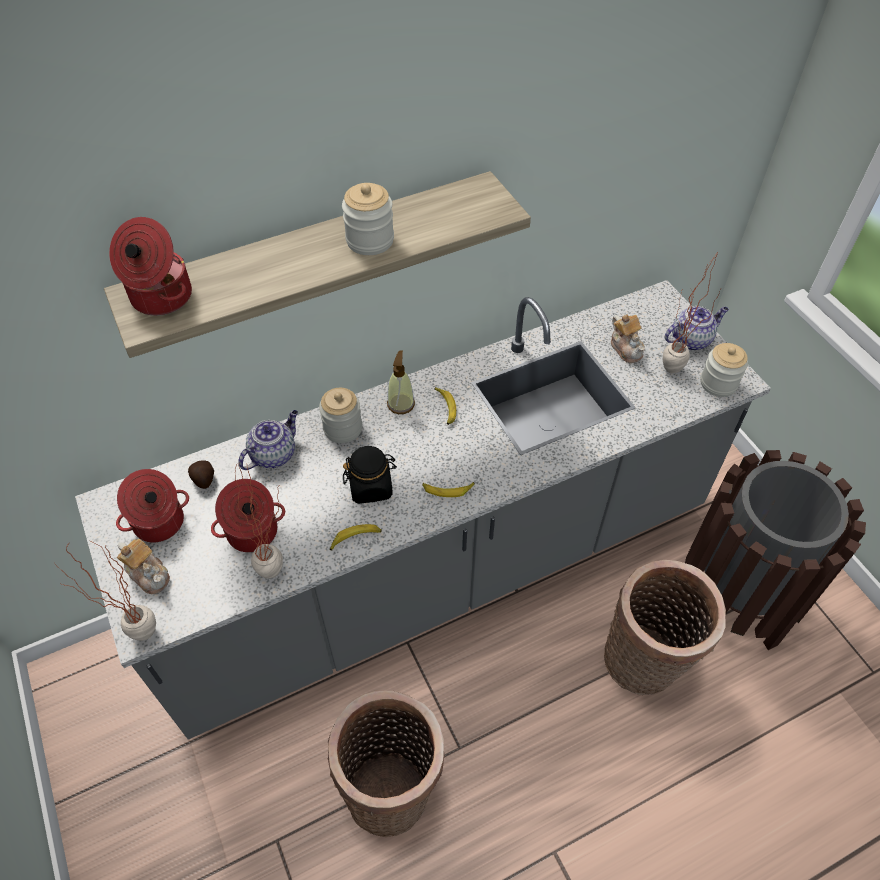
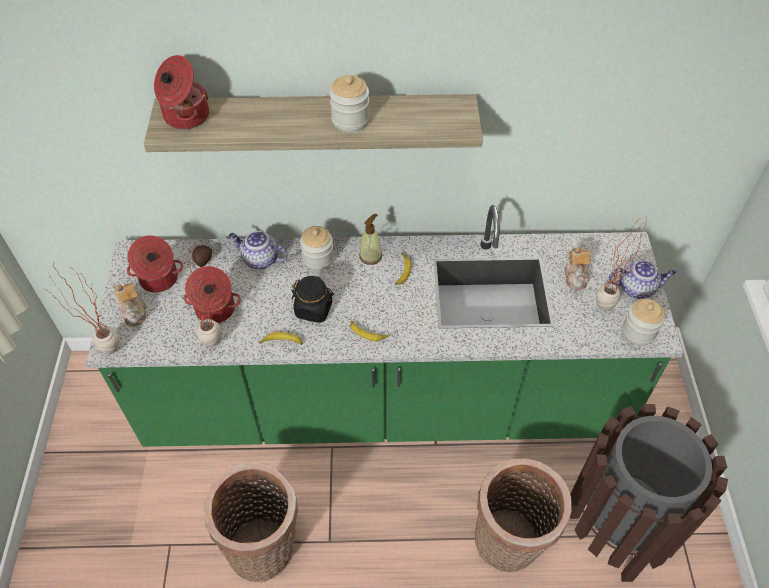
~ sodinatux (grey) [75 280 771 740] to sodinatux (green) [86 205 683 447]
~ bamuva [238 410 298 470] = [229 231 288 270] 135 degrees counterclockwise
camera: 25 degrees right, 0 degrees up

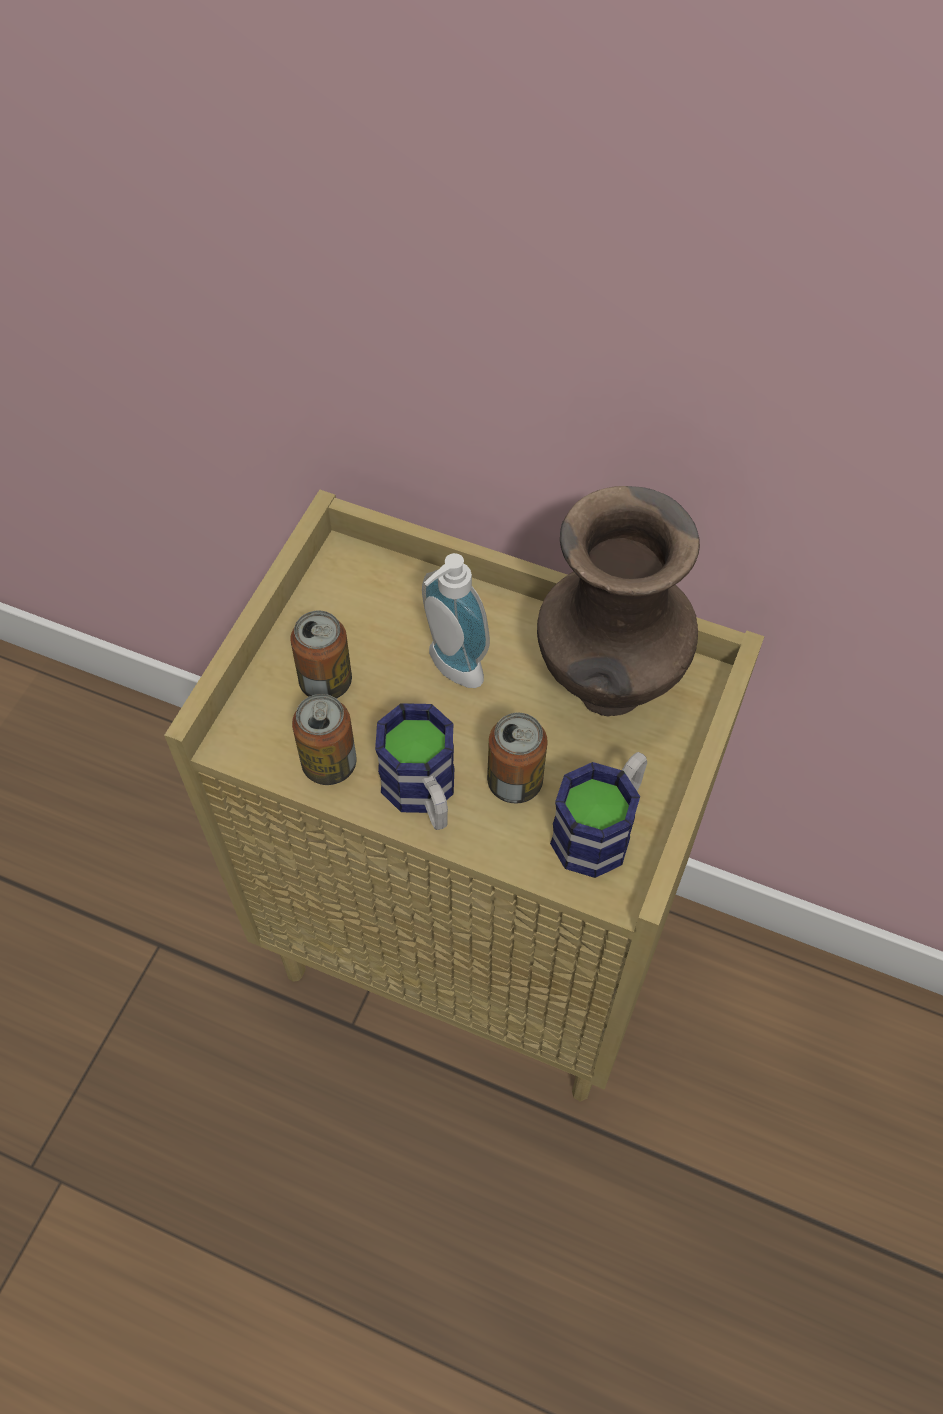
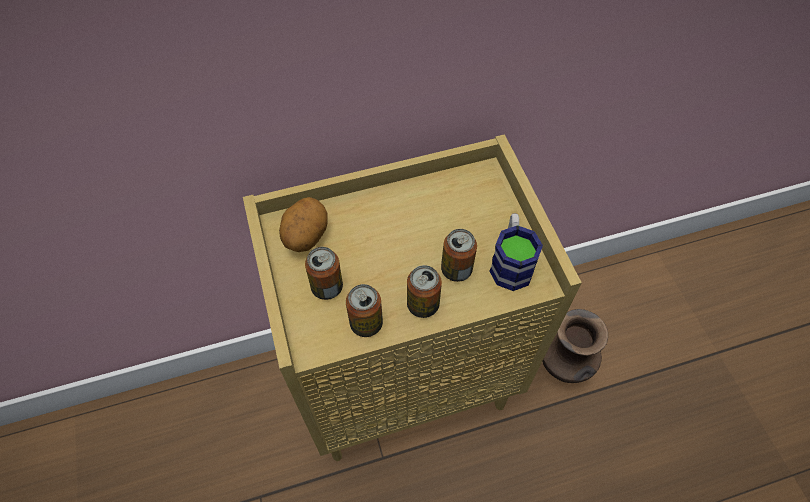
~ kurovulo [375 703 454 830] to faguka [407 265 442 318]
- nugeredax [422 553 490 688]
~ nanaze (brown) [537 486 700 716] to [542 309 608 383]
+ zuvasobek [279 197 328 252]
camera: 40 degrees left, 0 degrees up

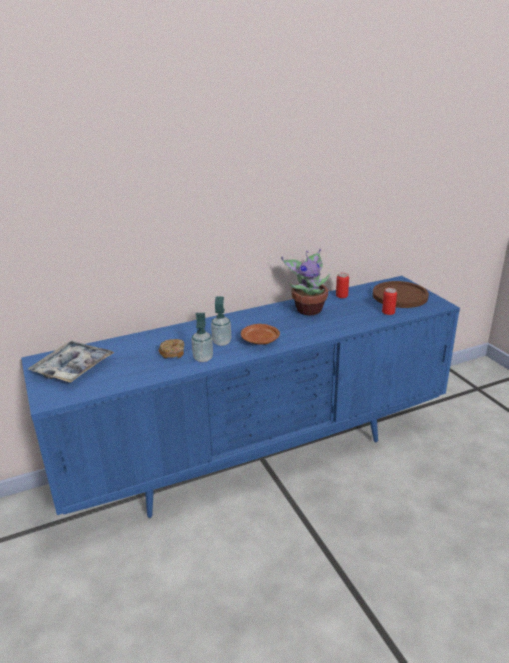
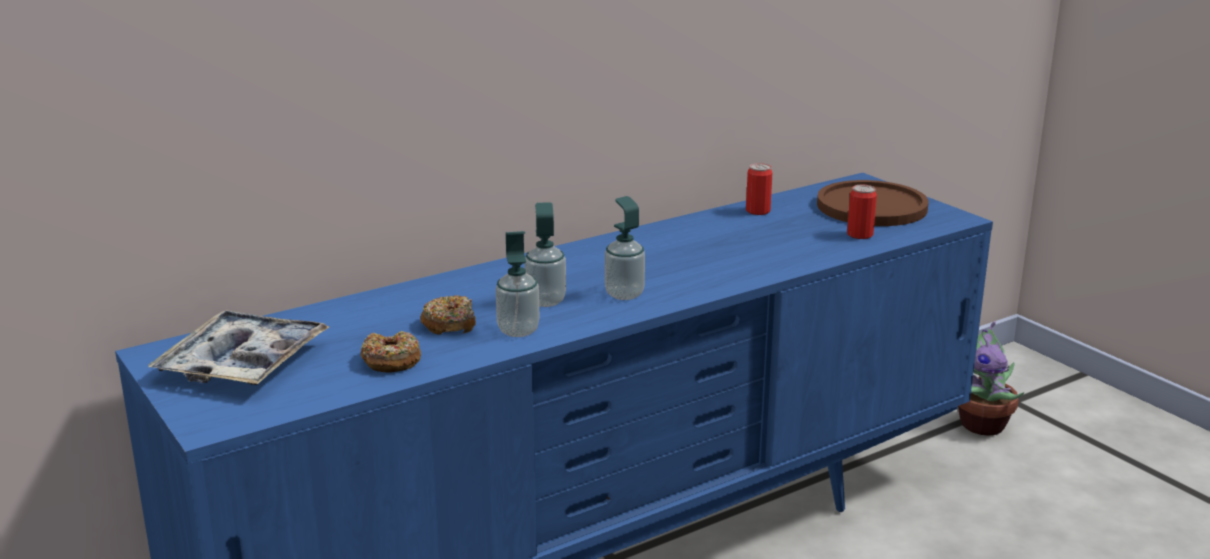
~ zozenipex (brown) [241 324 280 345] to nugeredax [605 196 645 300]
~ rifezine [281 248 330 315] to [958 321 1025 436]
+ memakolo [361 331 421 372]
camera: 10 degrees left, 5 degrees down

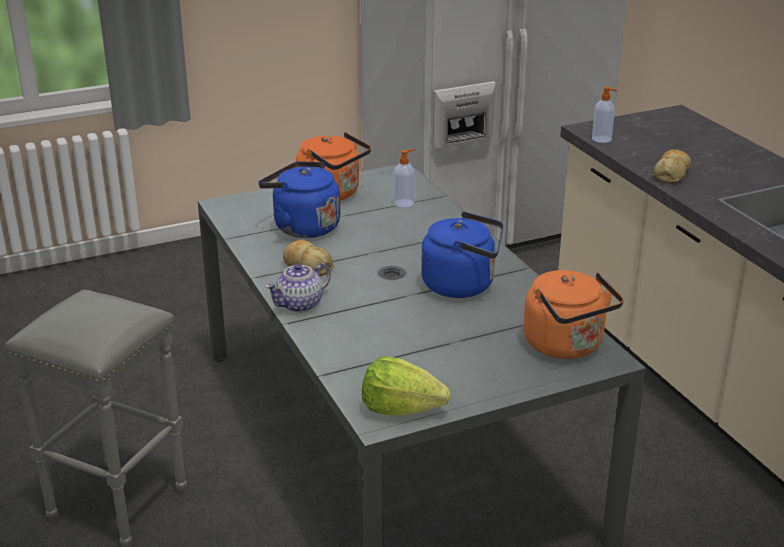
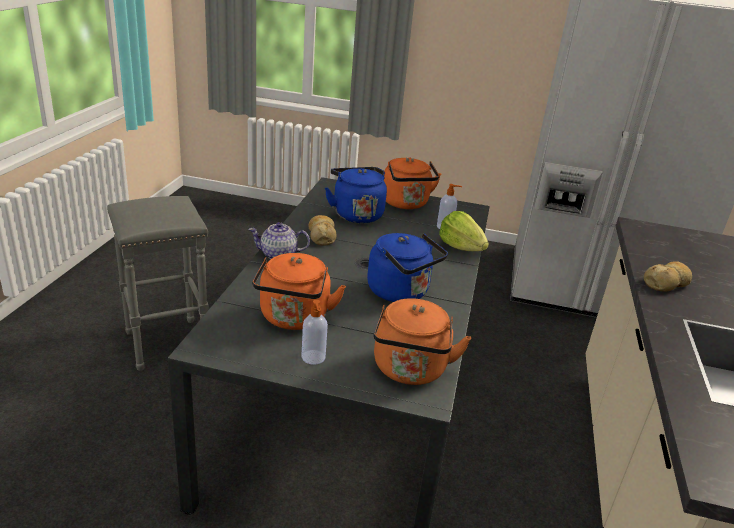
~ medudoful [362 356 451 416] to [440 211 489 251]
~ nugeredax [592 87 617 143] to [301 300 328 365]
+ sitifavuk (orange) [252 253 346 330]
camera: 35 degrees right, 0 degrees up

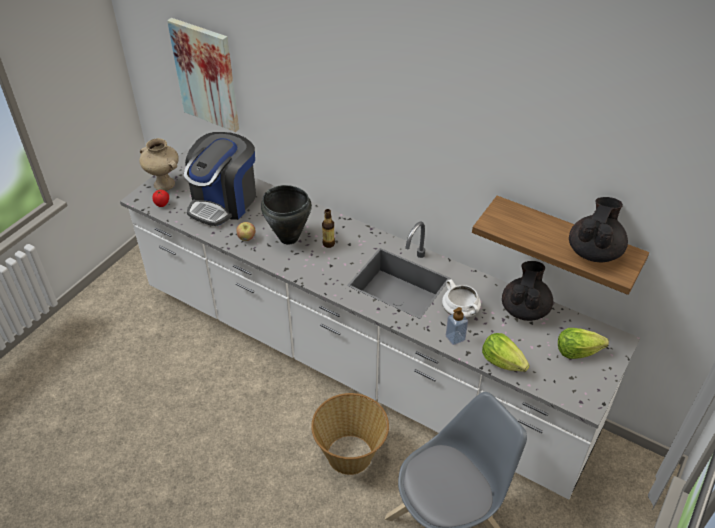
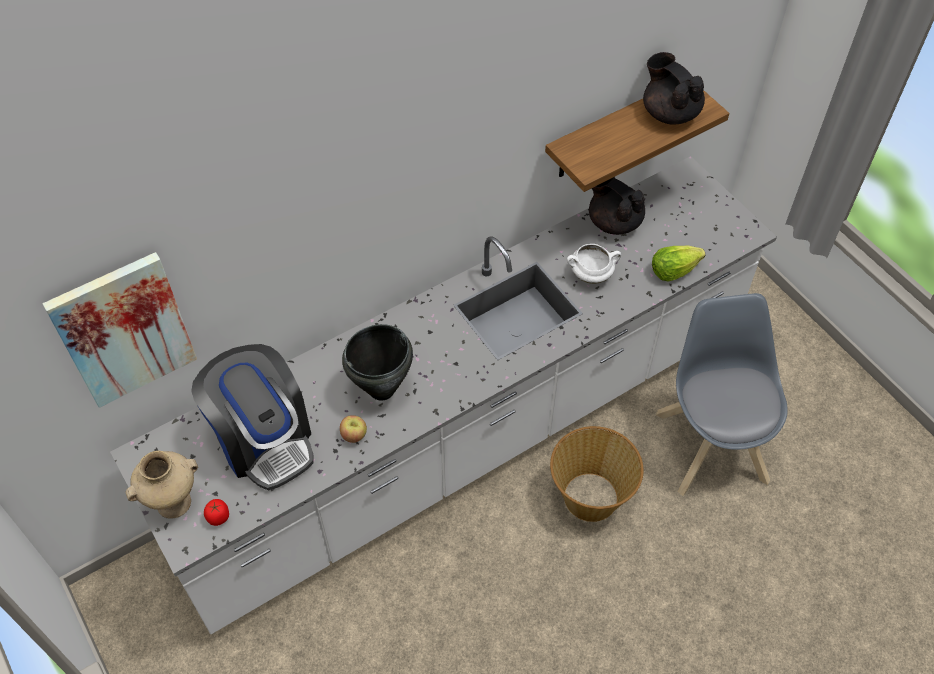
- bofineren [322 209 335 248]
- nugeredax [446 307 468 345]
- medudoful [558 328 609 359]
camera: 65 degrees left, 10 degrees up

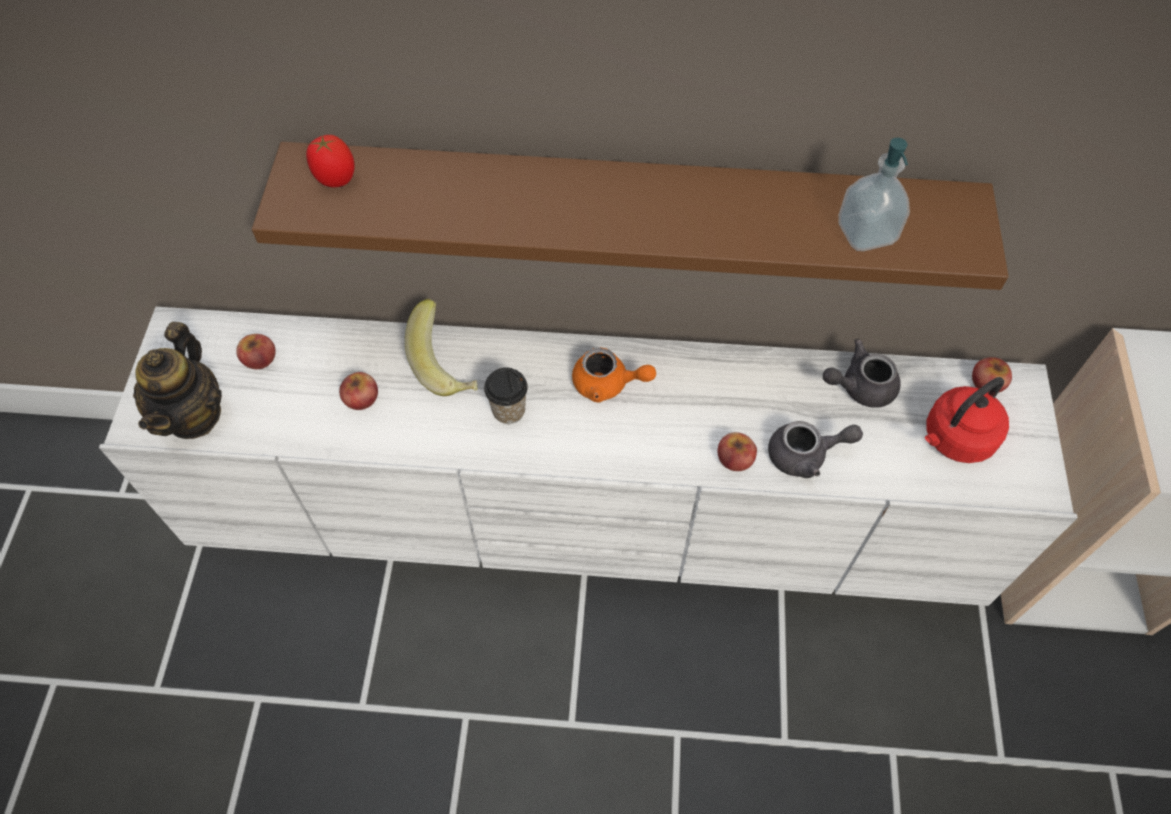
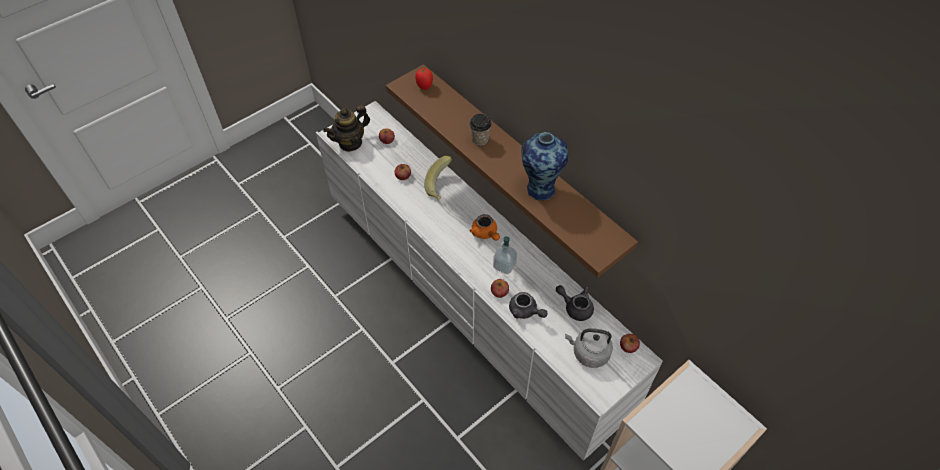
~ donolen [484 367 528 424] to [469 114 492 146]
~ nugeredax [838 138 910 251] to [493 236 517 274]
~ sitifavuk (red) [925 377 1009 463] to sitifavuk (grey) [565 328 613 368]
+ nanaze [522 132 568 200]
camera: 45 degrees right, 5 degrees down

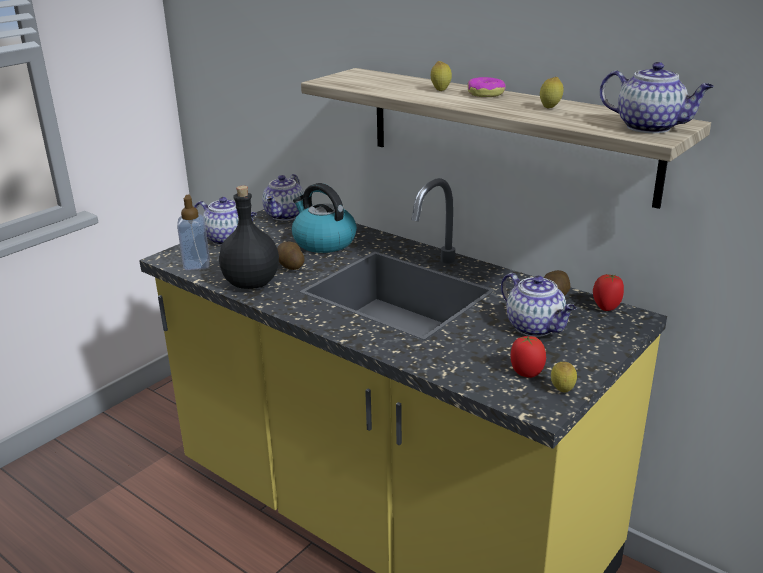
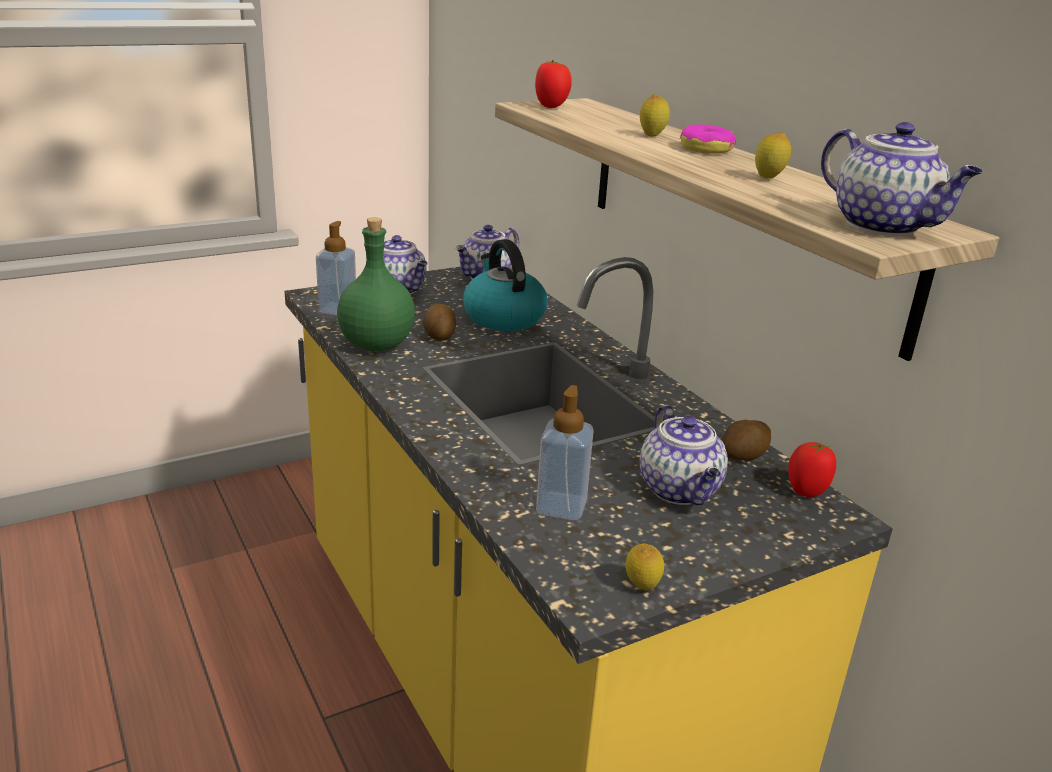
~ bofineren (black) [219 186 279 289] to bofineren (green) [337 217 415 351]
~ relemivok [510 336 546 378] to [535 60 572 108]
+ nugeredax [536 385 594 520]
camera: 20 degrees right, 0 degrees up

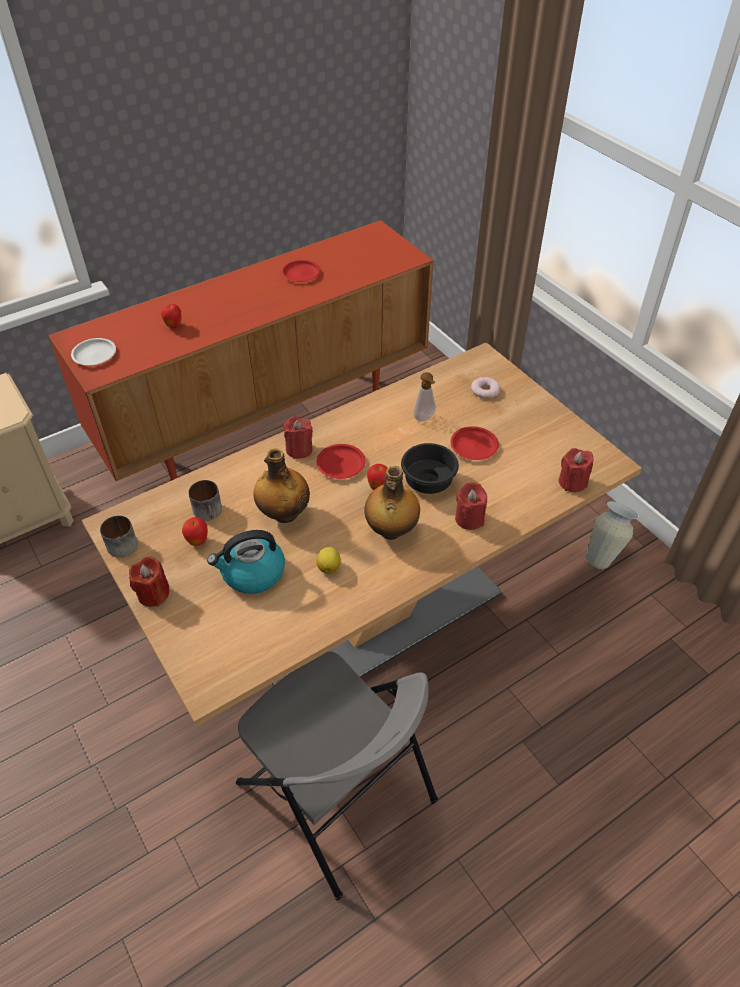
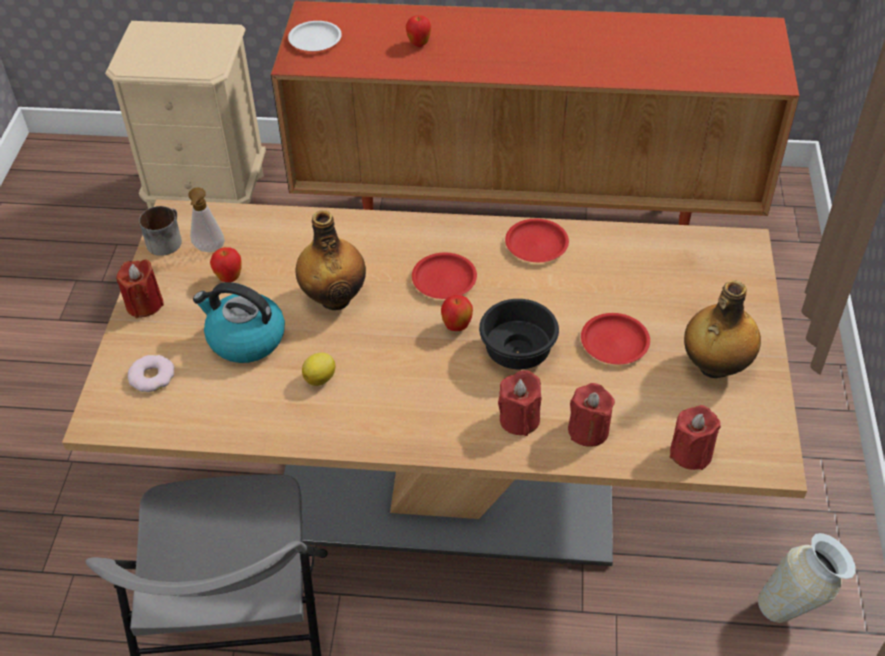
- kurovulo [188 480 222 521]
~ zozenipex (red) [281 260 321 282] to [505 219 569 262]
~ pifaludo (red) [284 416 313 459] to [568 383 615 447]
~ bofineren [364 466 420 540] to [684 280 761 378]
~ nugeredax [413 372 436 421] to [189 187 225 252]
~ memakolo [471 377 501 398] to [128 355 174 392]
camera: 40 degrees right, 0 degrees up

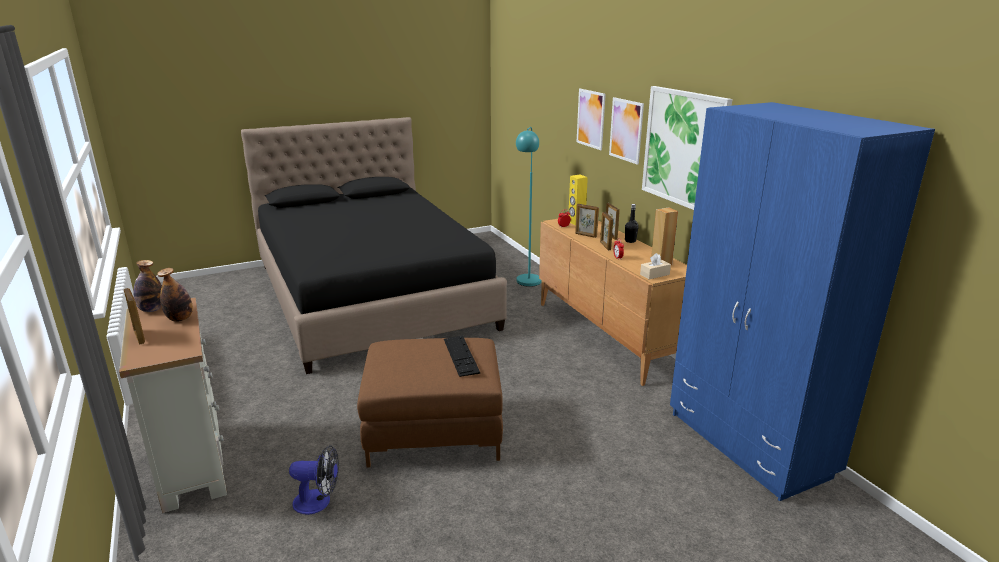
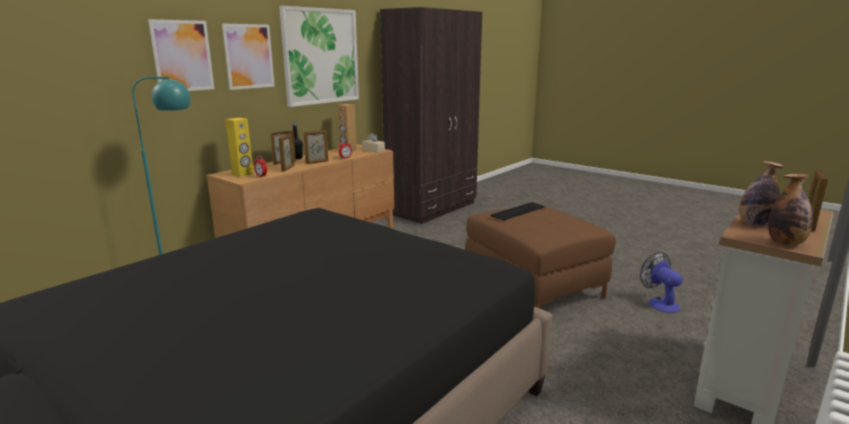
~ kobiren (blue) [670 102 935 501] to kobiren (brown) [380 7 482 224]
camera: 115 degrees left, 5 degrees down

